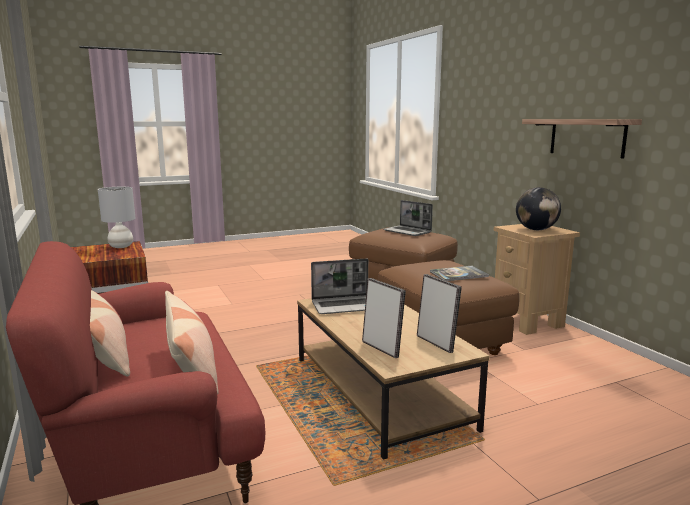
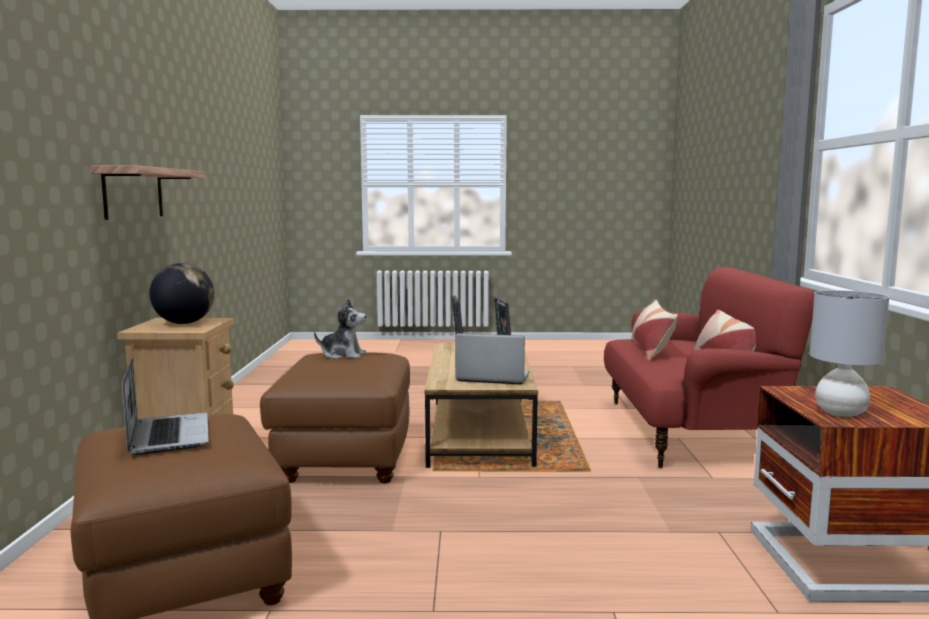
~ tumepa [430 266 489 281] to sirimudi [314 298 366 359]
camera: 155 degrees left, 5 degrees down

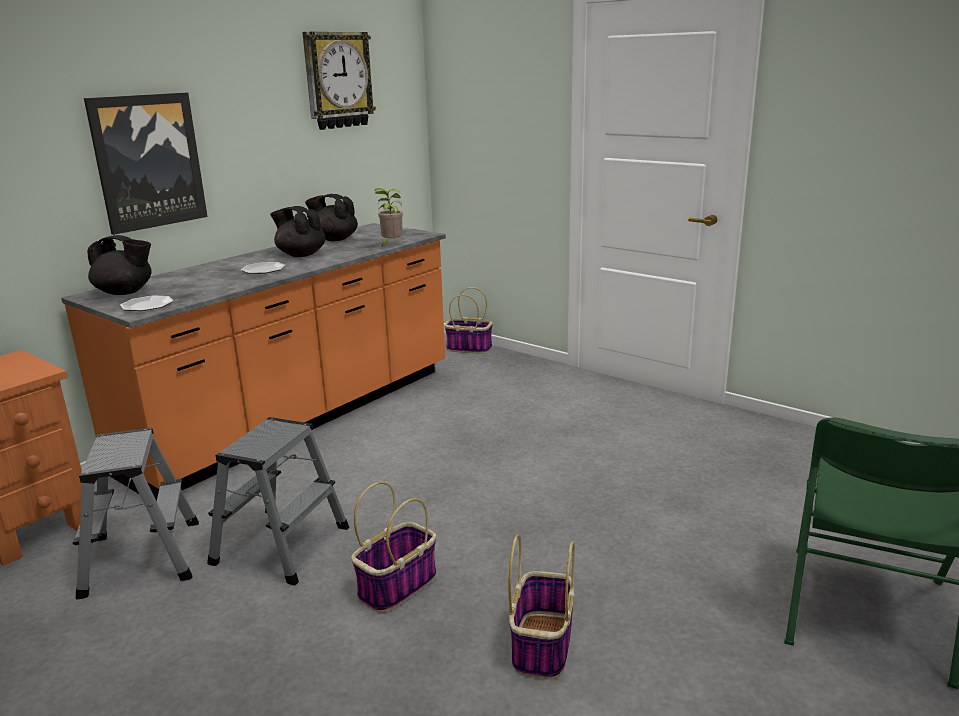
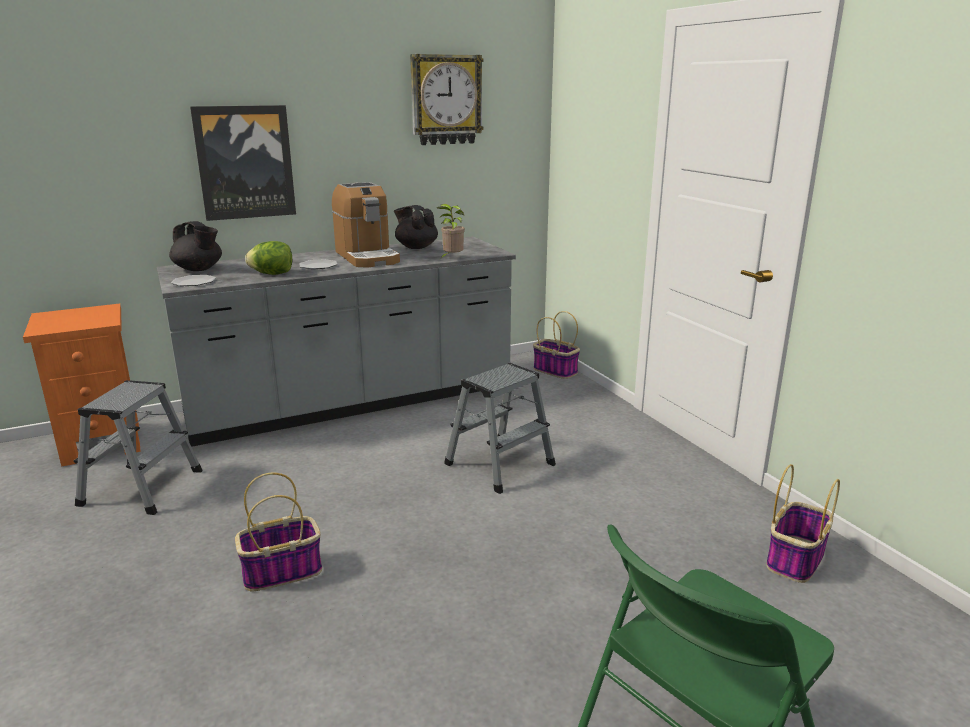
~ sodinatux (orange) [61 223 446 501] to sodinatux (grey) [157 237 516 447]
~ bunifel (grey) [207 417 349 585] to [444 363 556 494]
~ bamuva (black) [270 206 325 257] to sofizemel [332 182 400 268]
~ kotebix [508 534 575 680] to [767 464 840 583]
+ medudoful [245 241 292 275]
camera: 25 degrees right, 0 degrees up

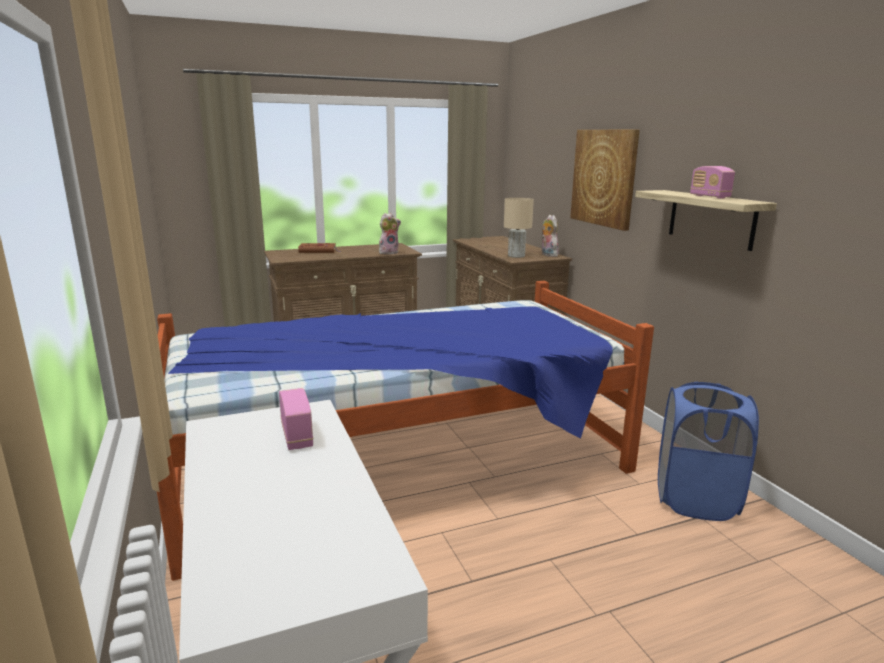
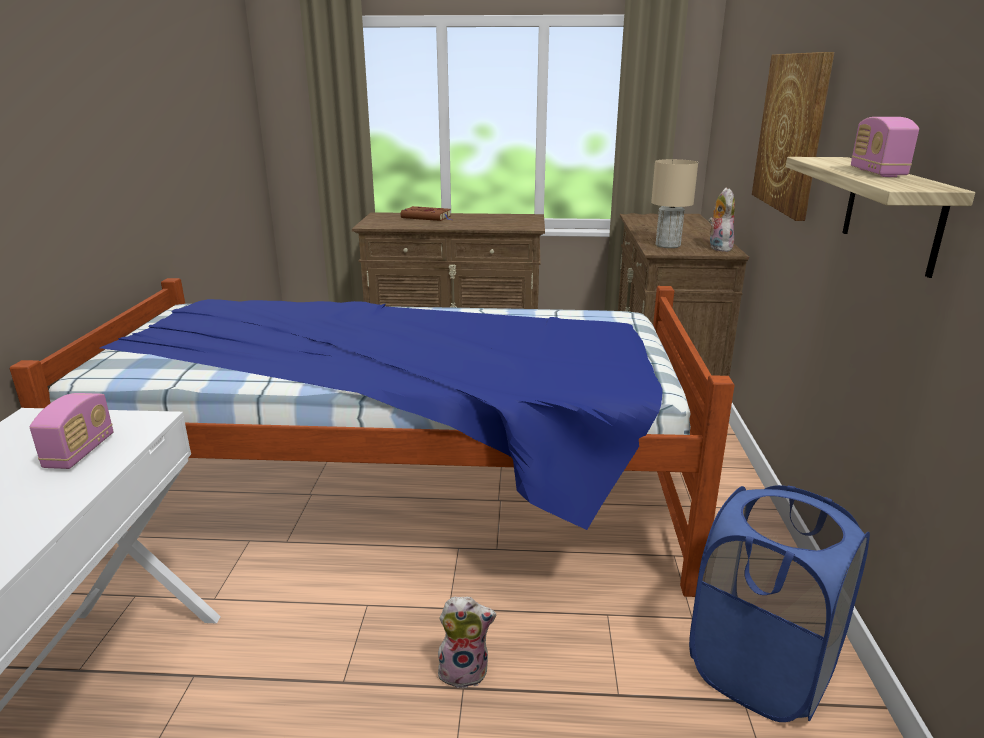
~ sirimudi [379 213 401 254] to [437 597 496 689]
camera: 25 degrees right, 5 degrees up

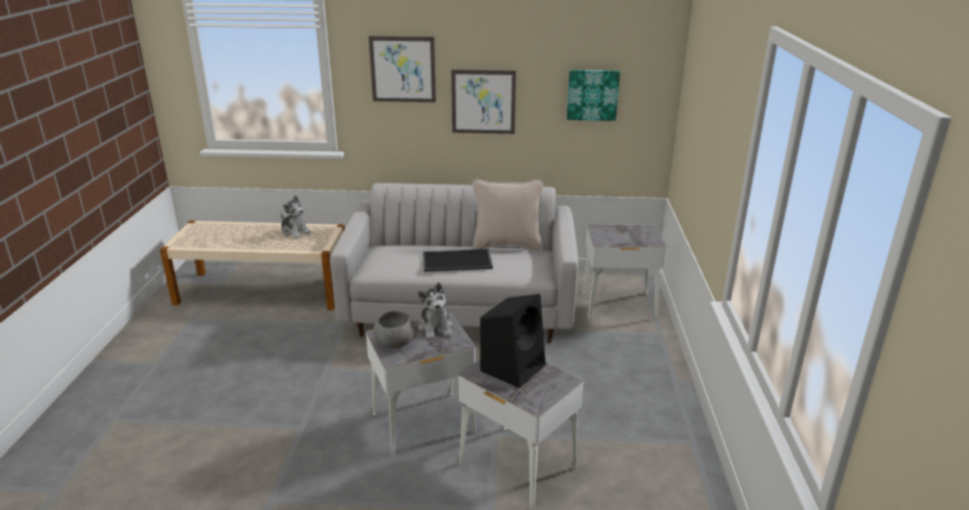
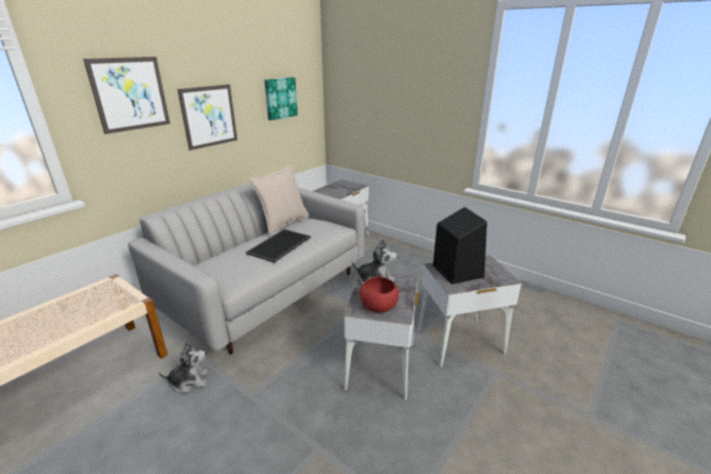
~ sirimudi [281 195 311 239] to [159 342 208 393]
~ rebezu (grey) [374 311 415 348] to rebezu (red) [360 277 399 313]
camera: 55 degrees left, 0 degrees up

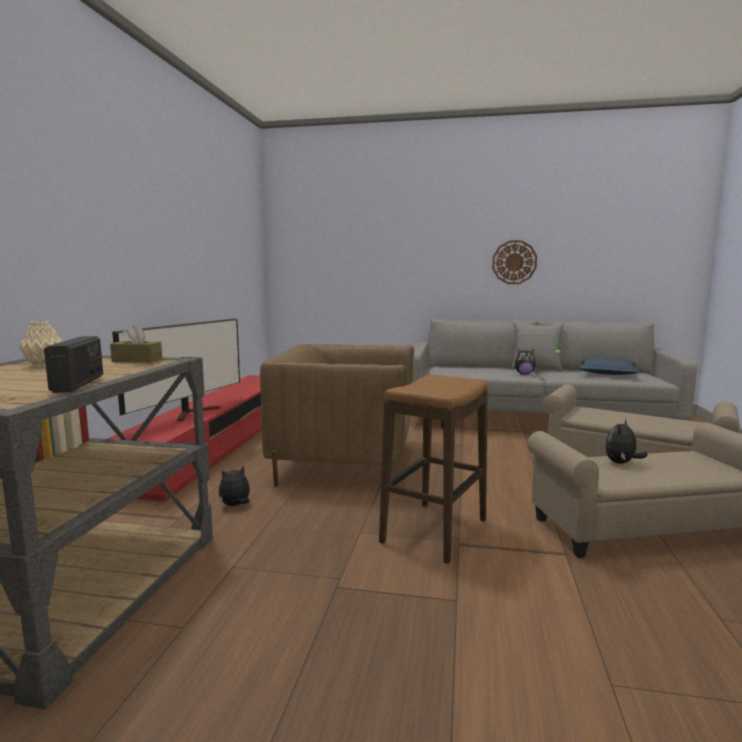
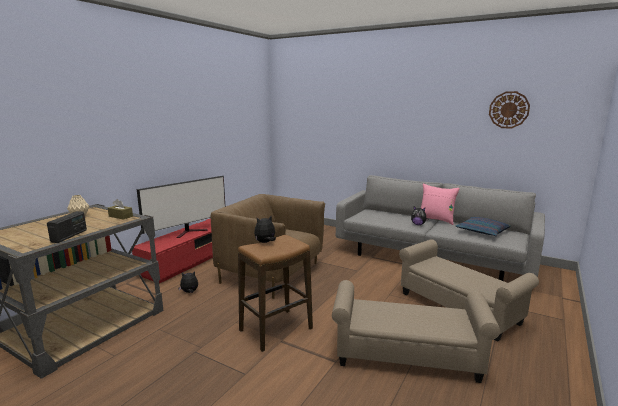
~ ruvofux [492 240 537 284] to [489 91 530 129]
~ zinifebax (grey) [511 322 564 372] to zinifebax (pink) [421 184 460 225]
~ sirimudi [605 418 648 464] to [254 216 276 243]
camera: 20 degrees right, 5 degrees up

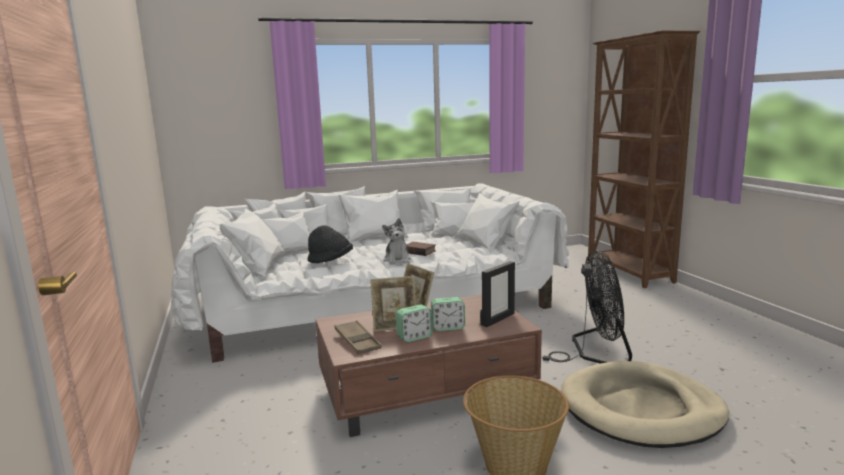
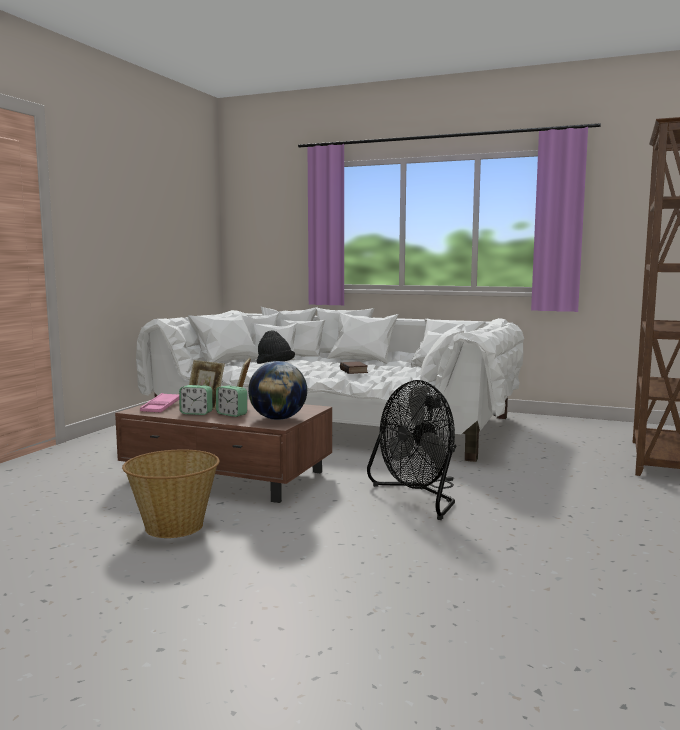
~ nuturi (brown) [335 320 382 354] to nuturi (pink) [140 393 179 412]
- sirimudi [382 218 411 265]
~ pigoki [480 261 515 327] to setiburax [248 361 307 420]
~ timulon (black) [541 251 632 363] = [367 380 456 520] 105 degrees clockwise
- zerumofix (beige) [561 361 730 448]
camera: 40 degrees right, 5 degrees down

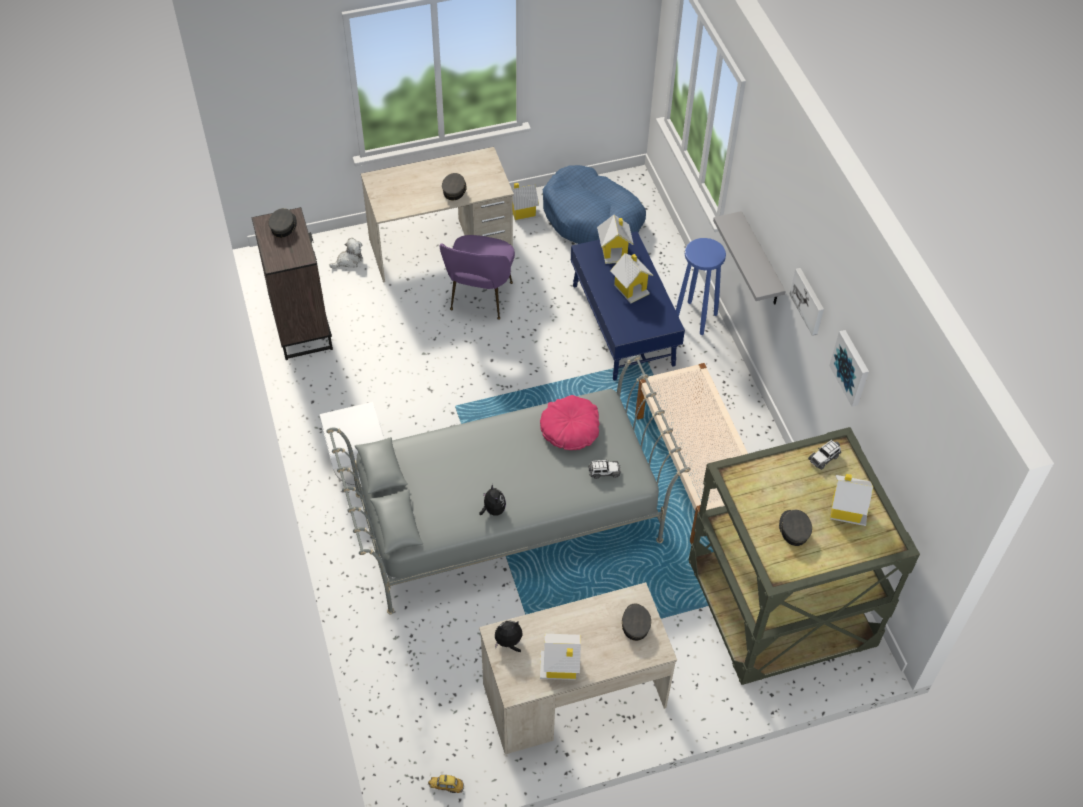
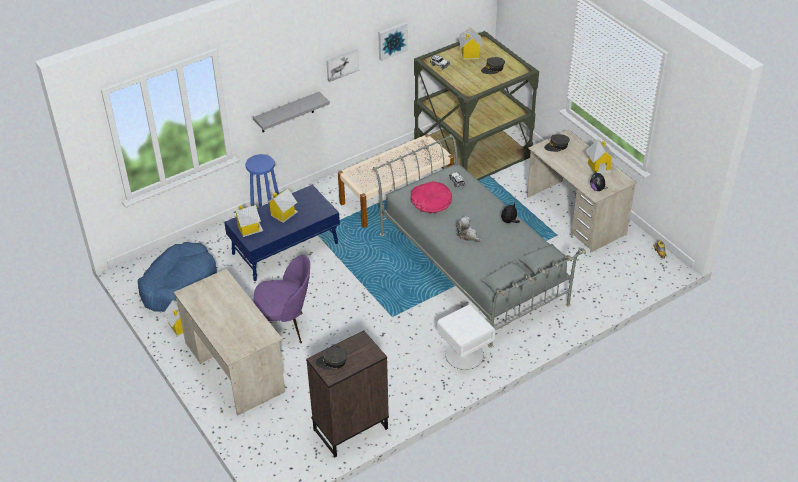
~ sirimudi [329 238 363 269] to [456 216 482 242]
- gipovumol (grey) [442 173 467 201]
camera: 105 degrees left, 10 degrees down

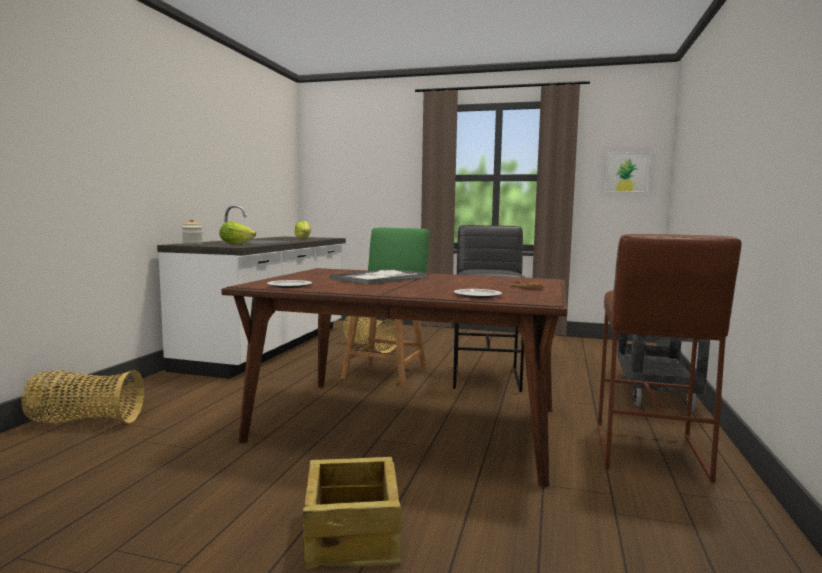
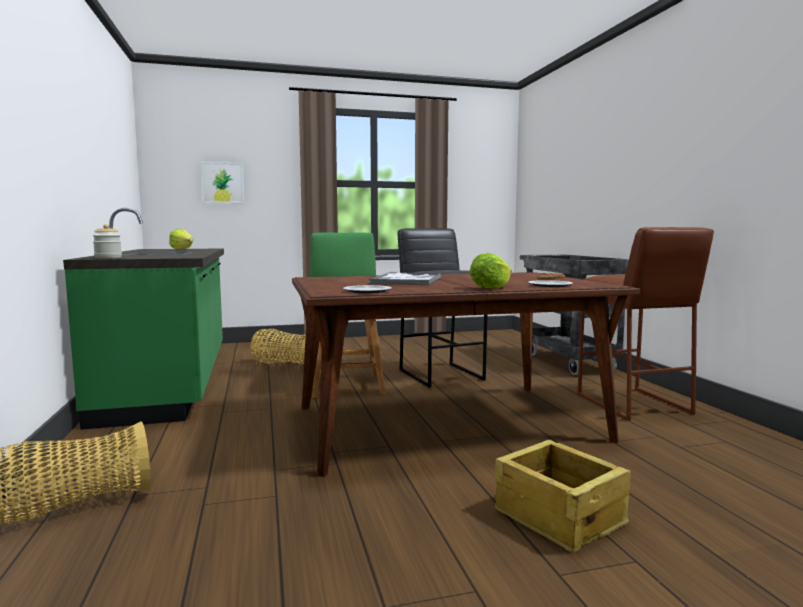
~ sodinatux (white) [157 205 346 379] to sodinatux (green) [63 208 224 430]
~ medudoful [219 222 256 244] to [470 253 512 289]
~ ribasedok [604 152 650 193] to [201 162 244 203]
camera: 30 degrees left, 0 degrees up

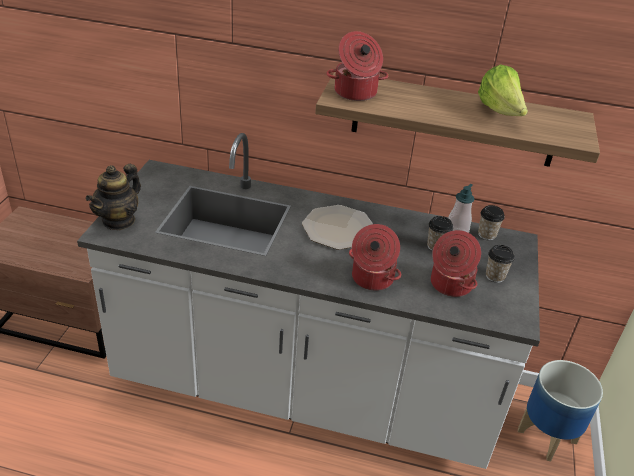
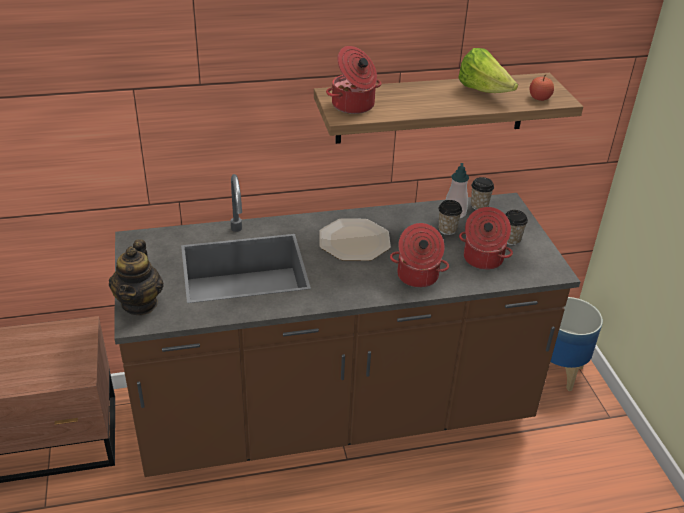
~ sodinatux (white) [77 133 540 469] to sodinatux (brown) [114 174 580 477]
+ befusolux [529 75 554 101]
camera: 25 degrees left, 0 degrees up

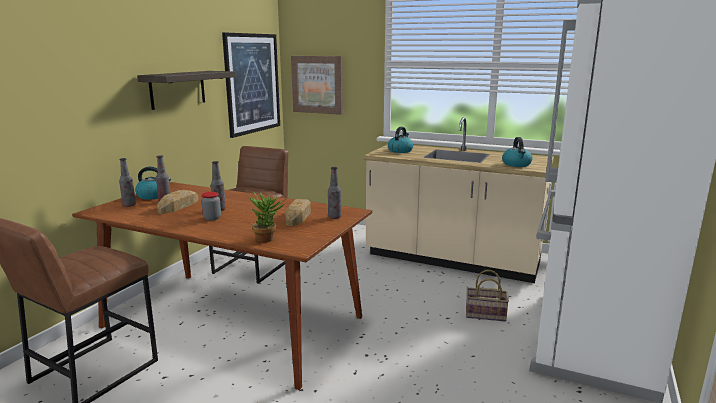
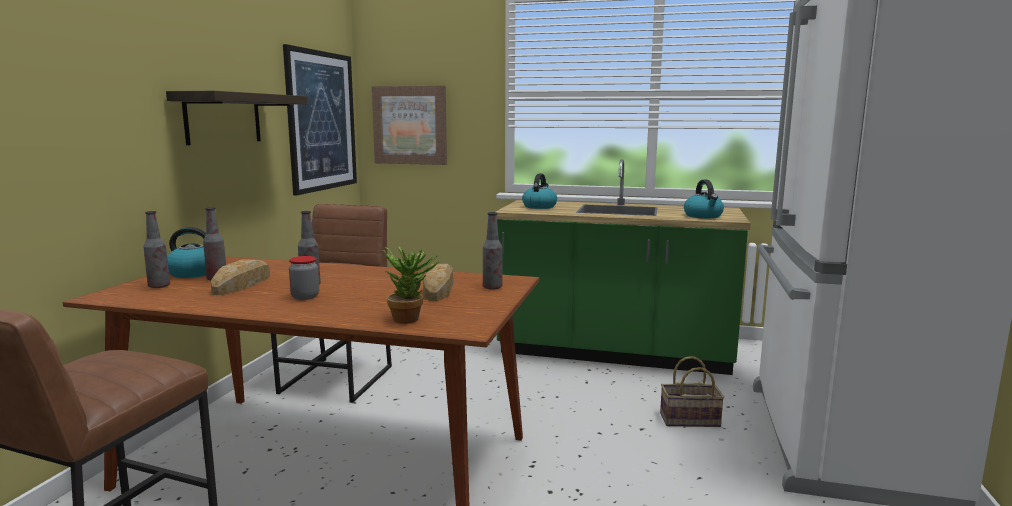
~ sodinatux (beige) [363 117 554 283] to sodinatux (green) [496 159 751 375]
camera: 10 degrees left, 5 degrees down

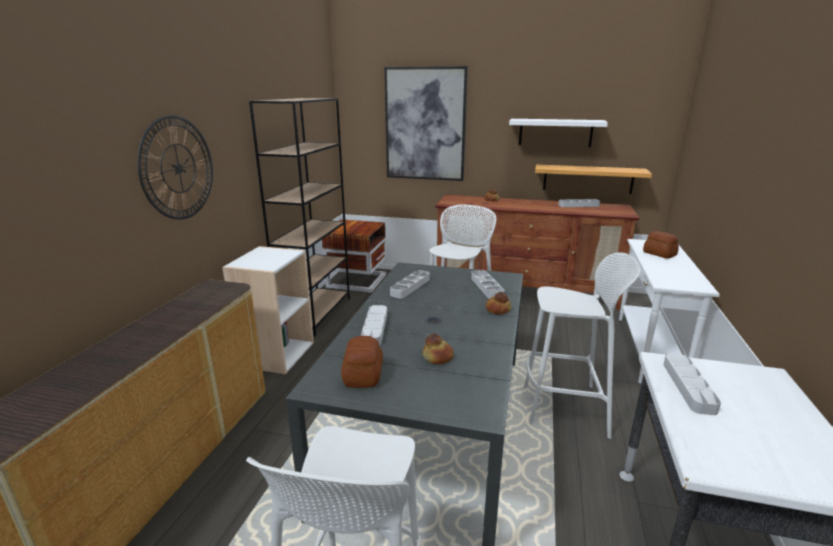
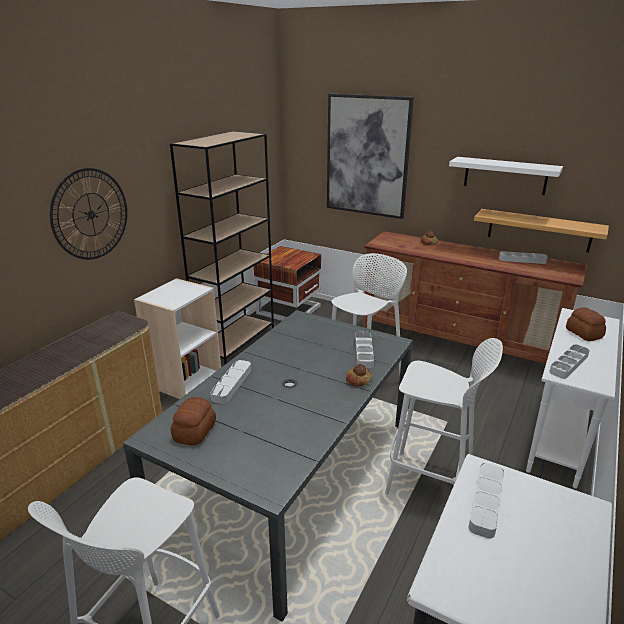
~ nuturi (grey) [390 270 430 299] to [549 344 590 379]
- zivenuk [423 333 454 364]
camera: 15 degrees right, 5 degrees up

